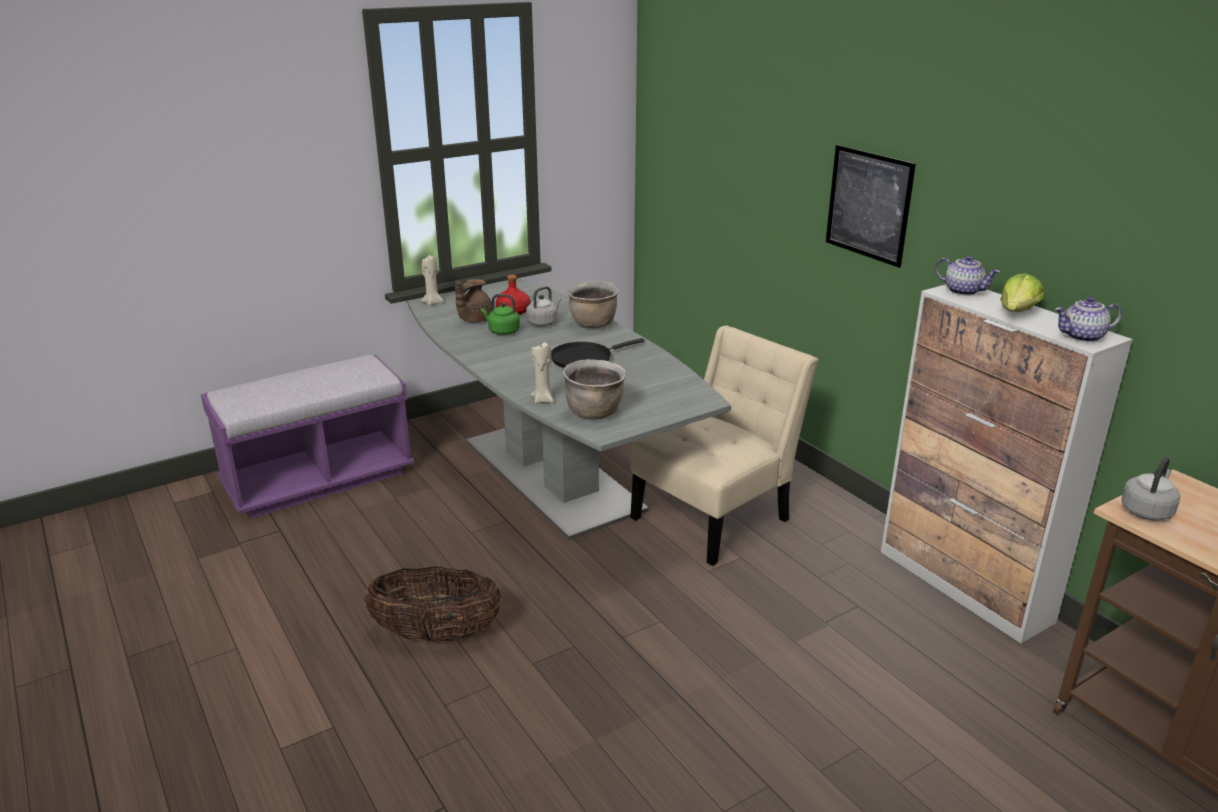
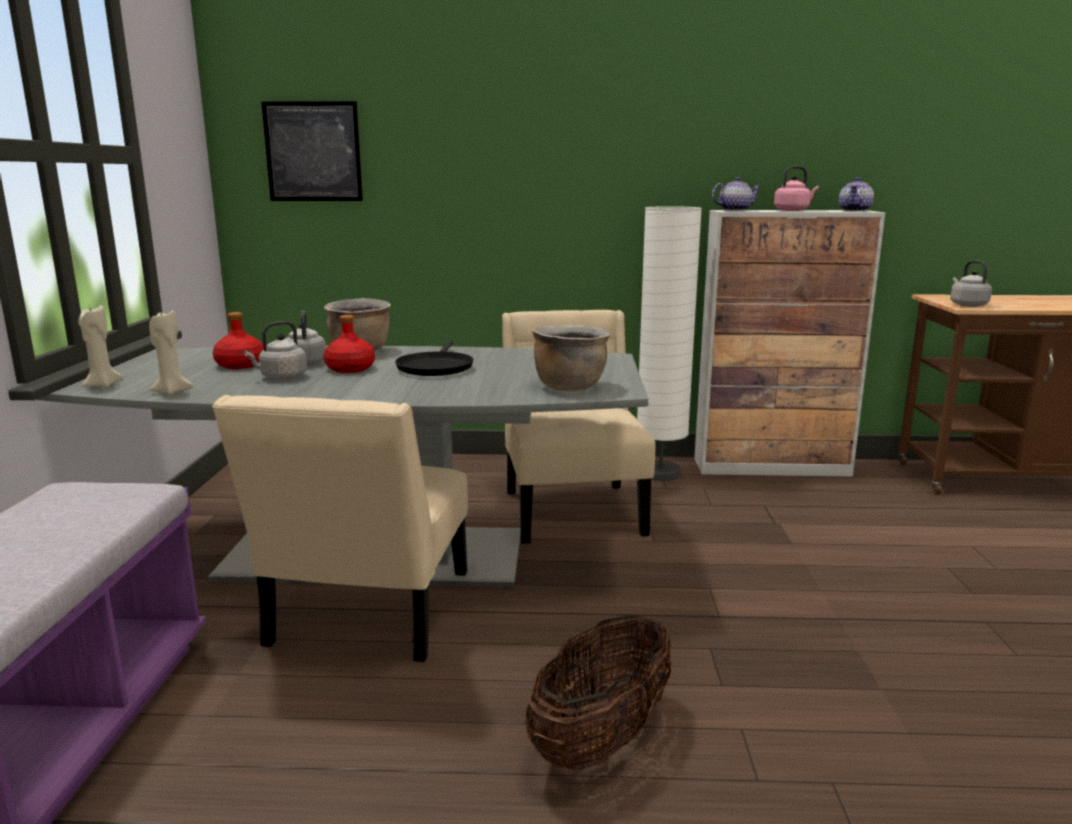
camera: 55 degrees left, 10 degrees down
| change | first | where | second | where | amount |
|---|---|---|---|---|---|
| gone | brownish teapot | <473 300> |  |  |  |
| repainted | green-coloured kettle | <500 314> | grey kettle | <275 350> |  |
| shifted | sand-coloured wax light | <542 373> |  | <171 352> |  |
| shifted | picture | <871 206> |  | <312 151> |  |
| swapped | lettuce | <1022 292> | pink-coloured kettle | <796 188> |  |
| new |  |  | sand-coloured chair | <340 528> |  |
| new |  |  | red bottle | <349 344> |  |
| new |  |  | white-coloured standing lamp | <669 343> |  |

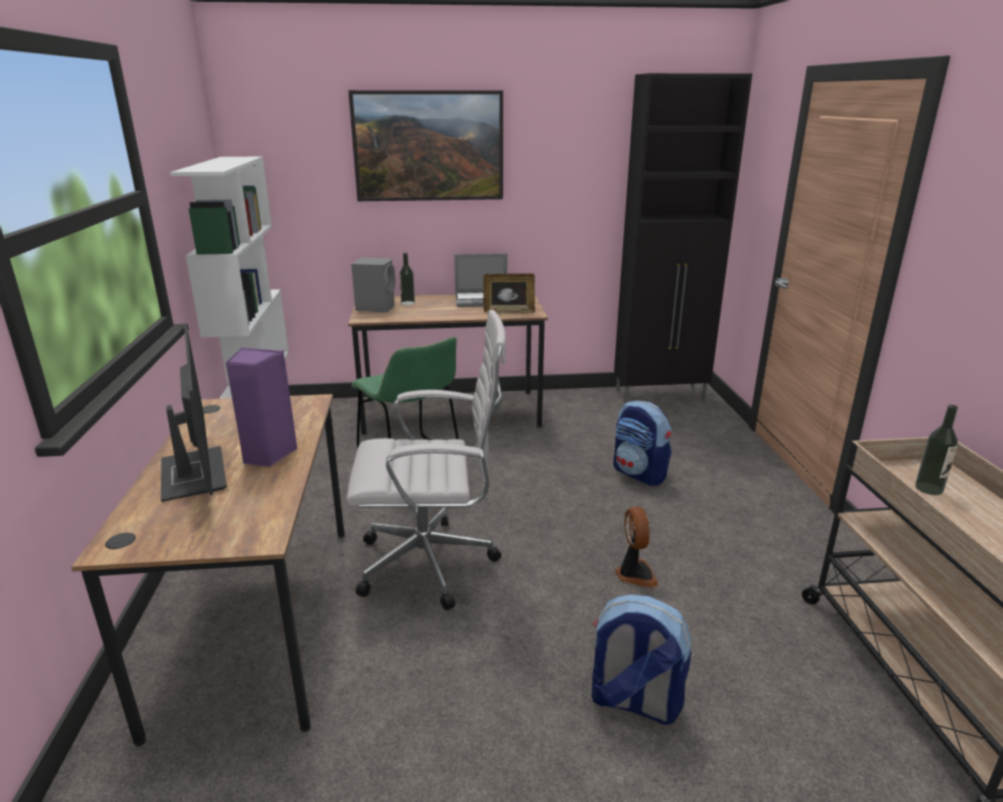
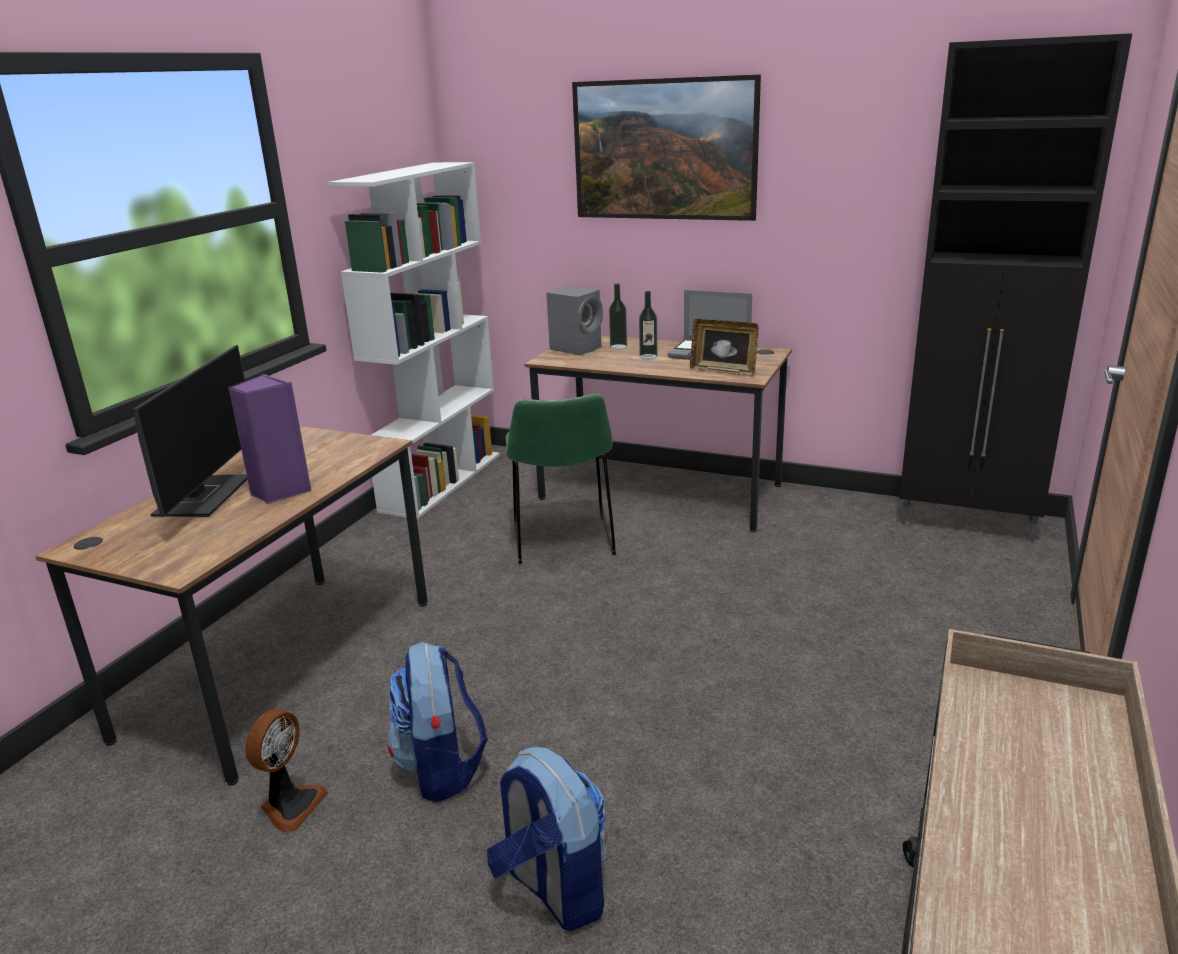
camera: 30 degrees right, 0 degrees up
| change | first | where | second | where | amount |
|---|---|---|---|---|---|
| gone | white-coloured desk chair | <426 460> |  |  |  |
| shifted | knapsack | <642 443> |  | <437 722> |  |
| shifted | fan | <637 547> |  | <286 771> |  |
| shifted | bottle | <936 449> |  | <648 325> |  |

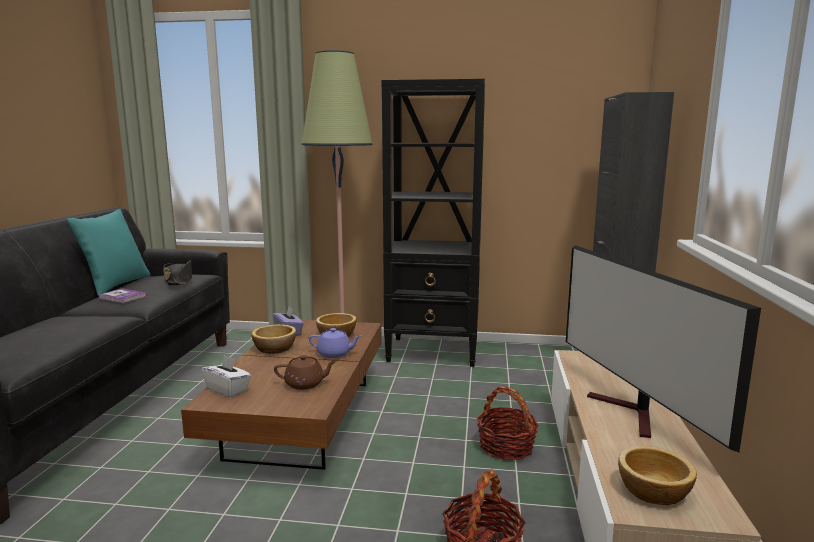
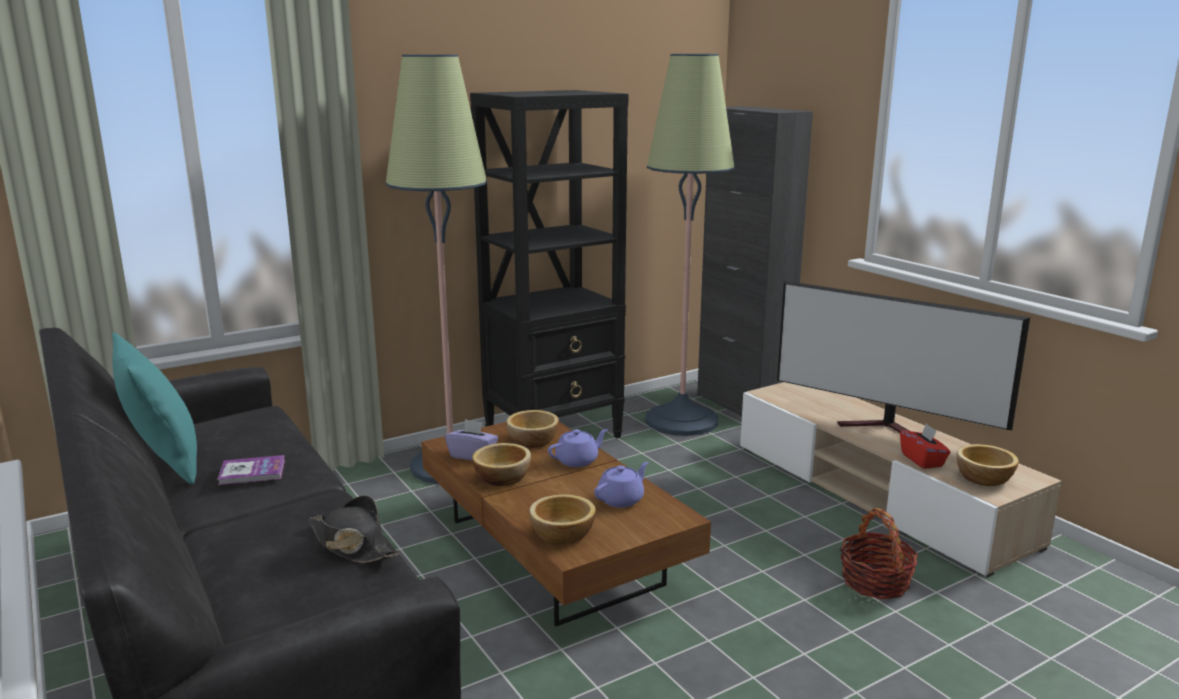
camera: 40 degrees left, 5 degrees up
| change | first | where | second | where | amount |
|---|---|---|---|---|---|
| shifted | black-coloured clothing hat | <177 272> |  | <354 529> |  |
| swapped | white-coloured tissue holder | <226 376> | deep dish | <562 519> |  |
| repainted | brownish teapot | <305 372> | purple-coloured teapot | <621 485> |  |
| gone | household basket | <508 423> |  |  |  |
| new |  |  | standing lamp | <690 245> |  |
| new |  |  | red tissue holder | <925 446> |  |

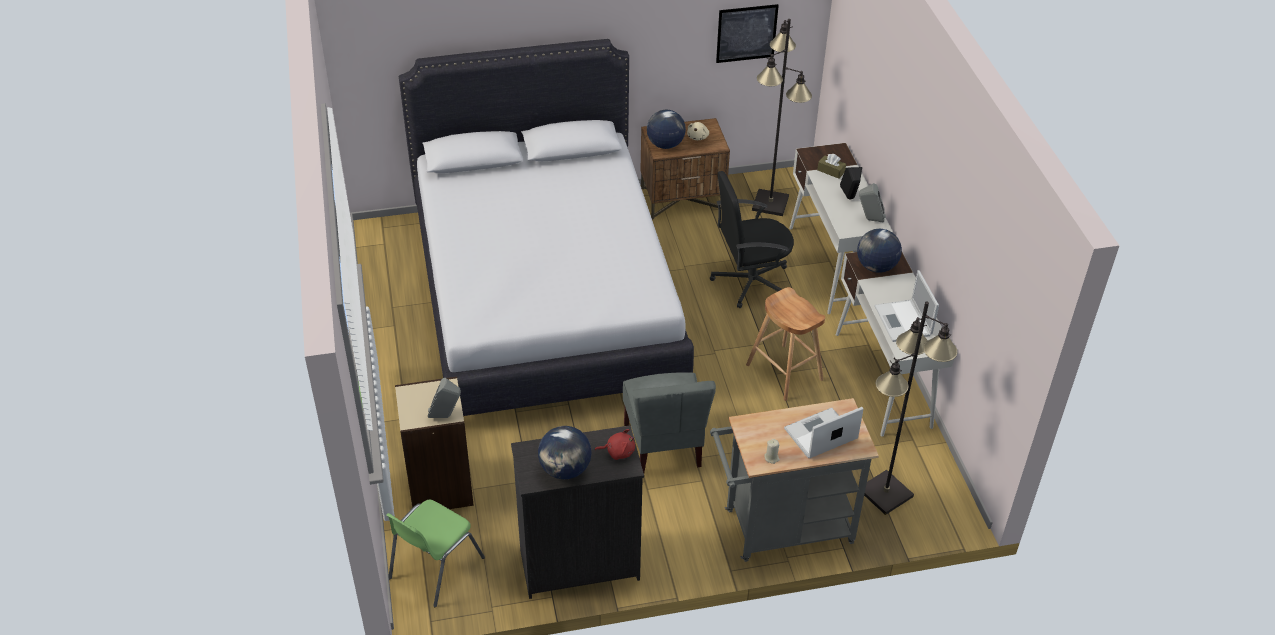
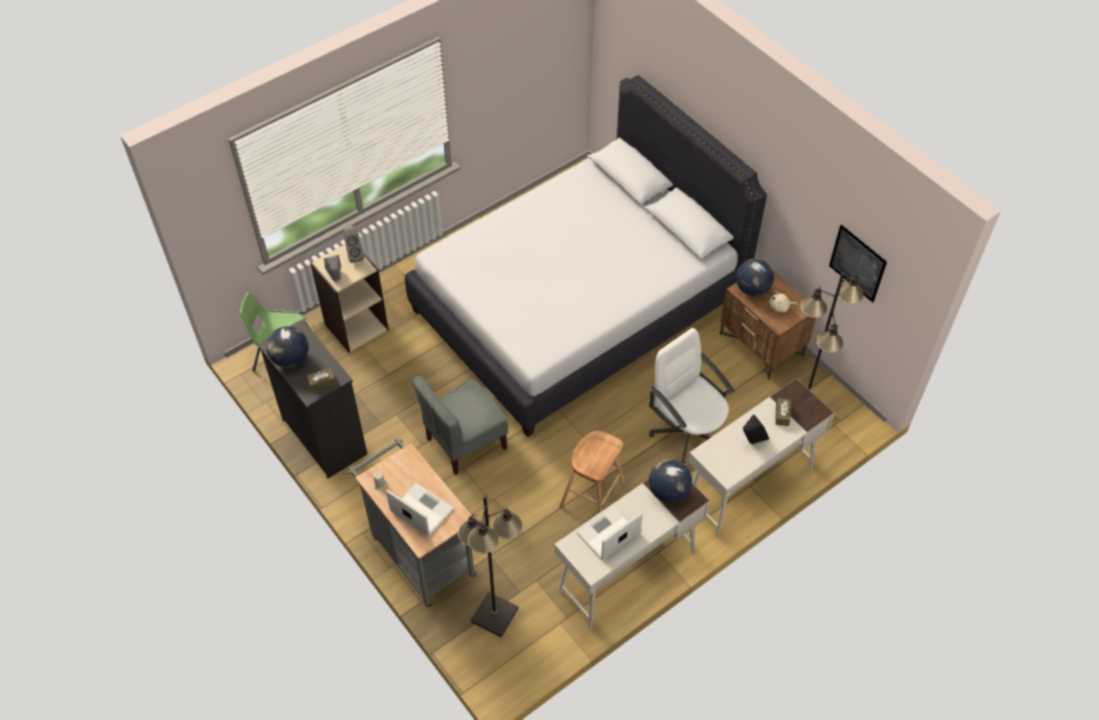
camera: 65 degrees right, 10 degrees up
| change | first | where | second | where | amount |
|---|---|---|---|---|---|
| swapped | red cuddly toy | <615 444> | brownish tissue holder | <321 380> |  |
| repainted | black-coloured desk chair | <752 239> | white-coloured desk chair | <692 396> |  |
| shifted | grey loudspeaker | <872 203> |  | <354 244> |  |

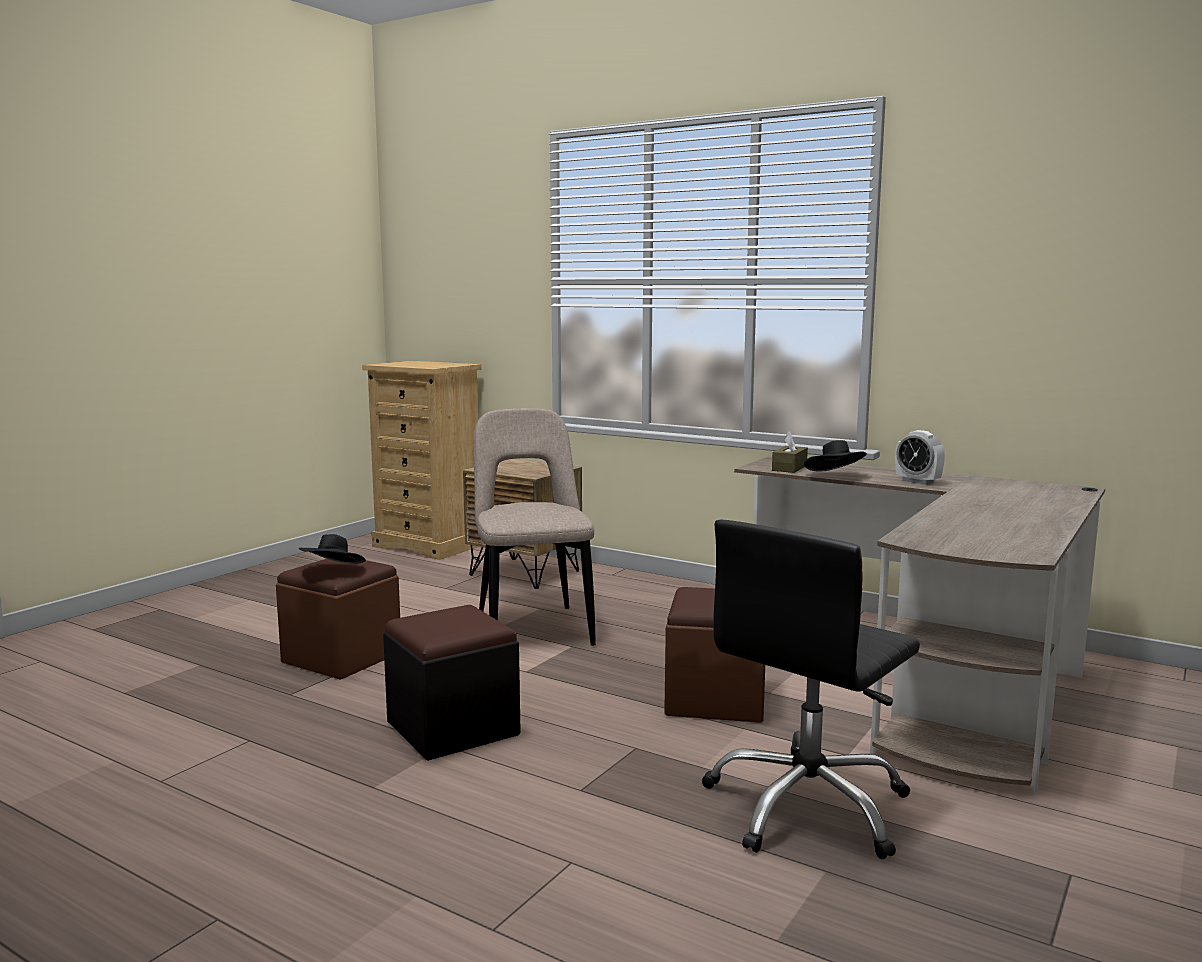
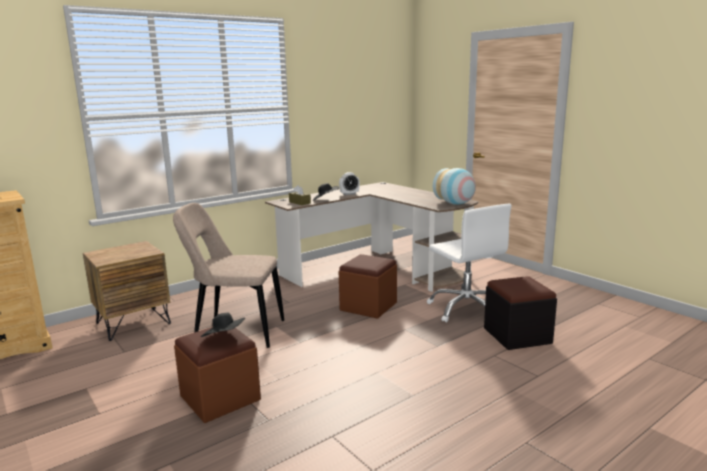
camera: 70 degrees left, 5 degrees up
| change | first | where | second | where | amount |
|---|---|---|---|---|---|
| shifted | black-coloured ottoman | <452 683> |  | <520 313> |  |
| repainted | black-coloured desk chair | <811 689> | white-coloured desk chair | <469 263> |  |
| new |  |  | vase | <454 186> |  |

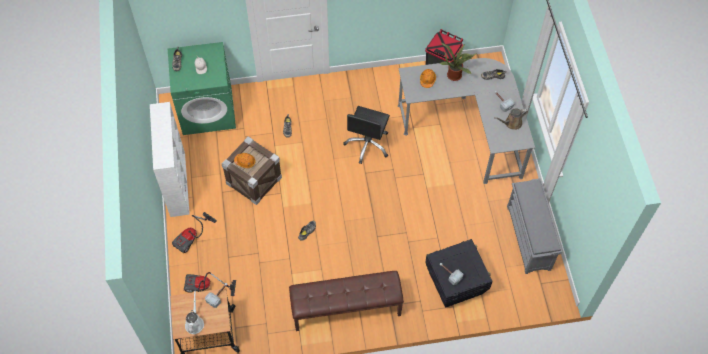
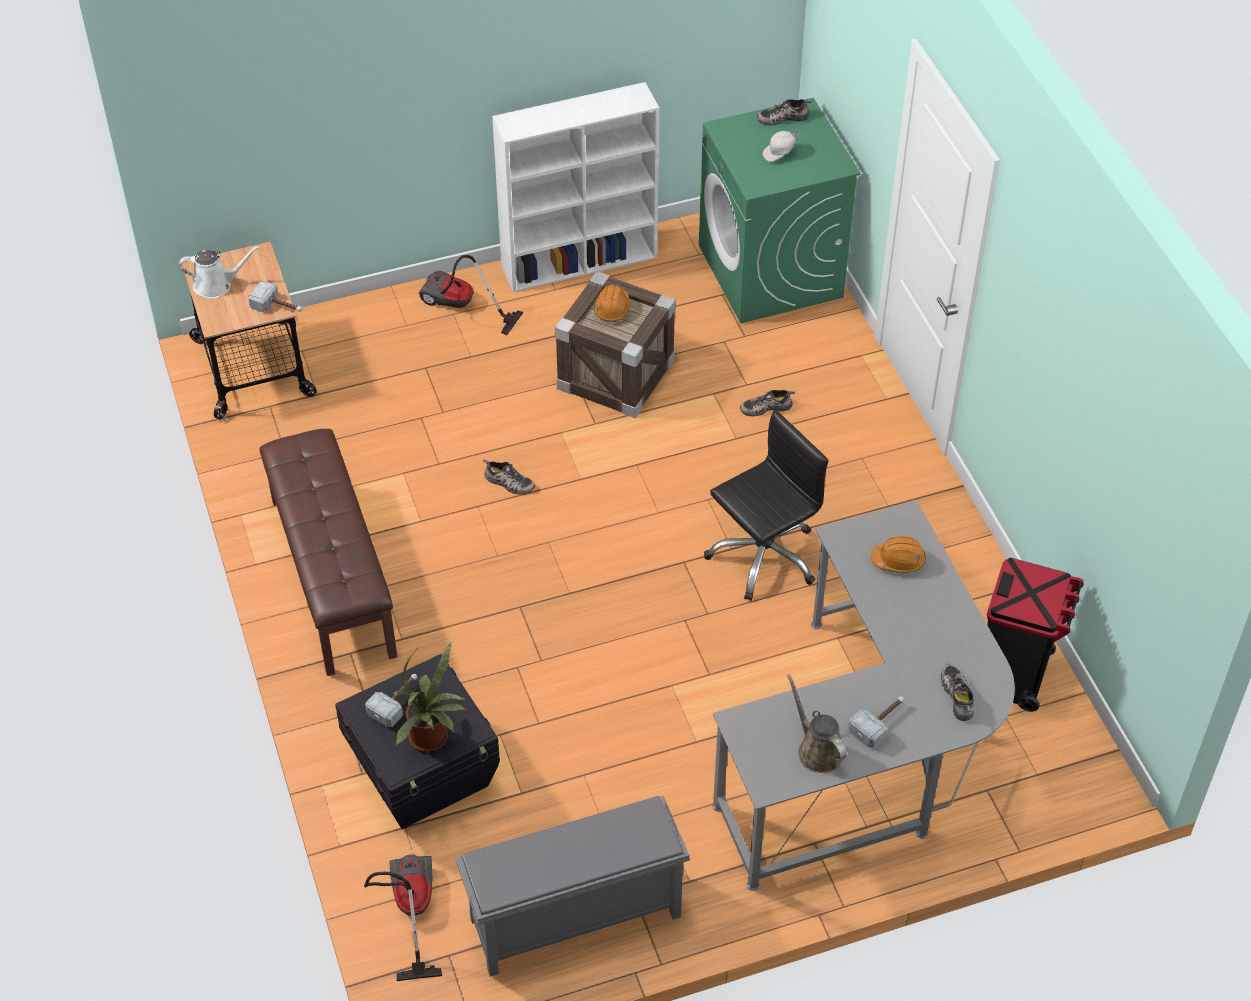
camera: 80 degrees right, 10 degrees down
| change | first | where | second | where | amount |
|---|---|---|---|---|---|
| shifted | vacuum cleaner | <210 284> |  | <403 917> |  |
| rotated | black-coloured desk chair | <366 135> |  | <766 505> | 135 degrees clockwise |
| shifted | houseplant | <458 62> |  | <430 697> |  |

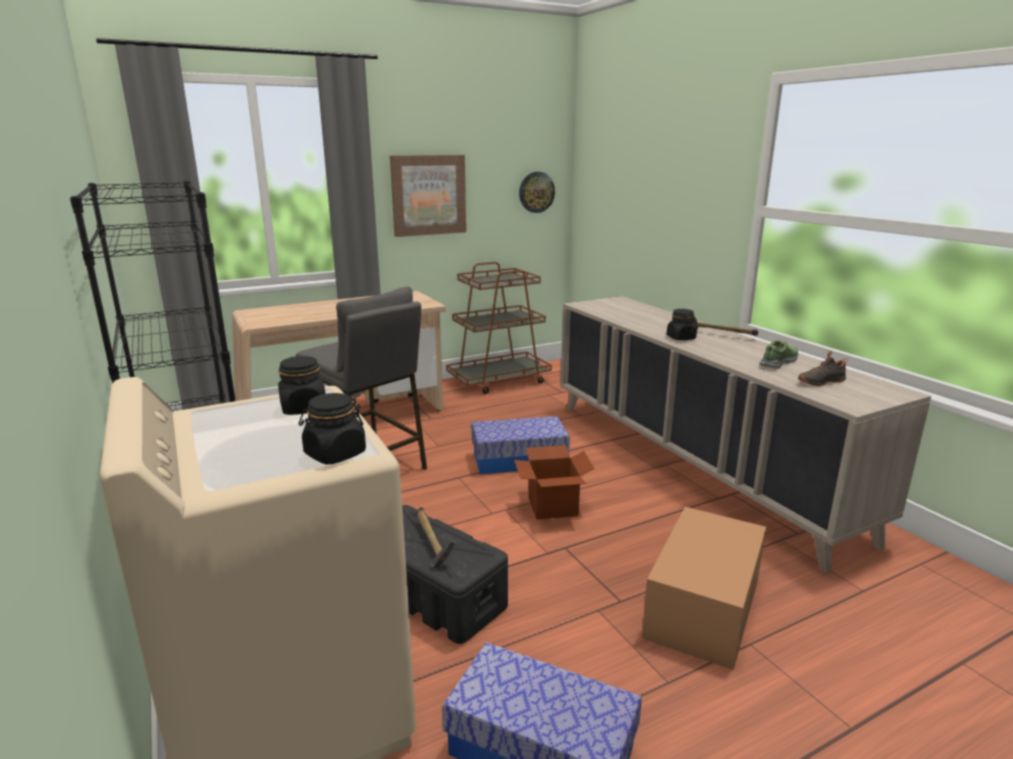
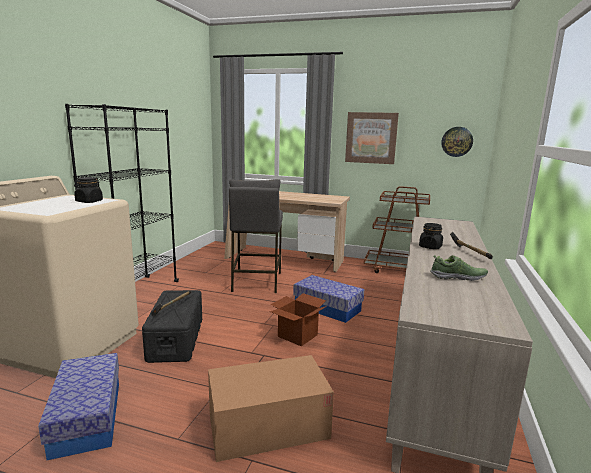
camera: 45 degrees right, 5 degrees down
| change | first | where | second | where | amount |
|---|---|---|---|---|---|
| gone | black-coloured jar | <332 428> |  |  |  |
| gone | black-coloured item of footwear | <823 368> |  |  |  |

